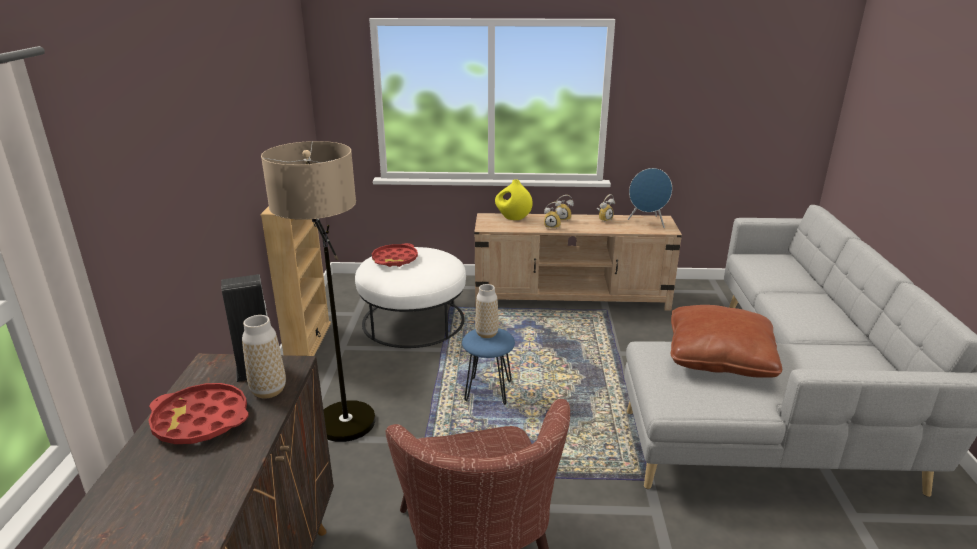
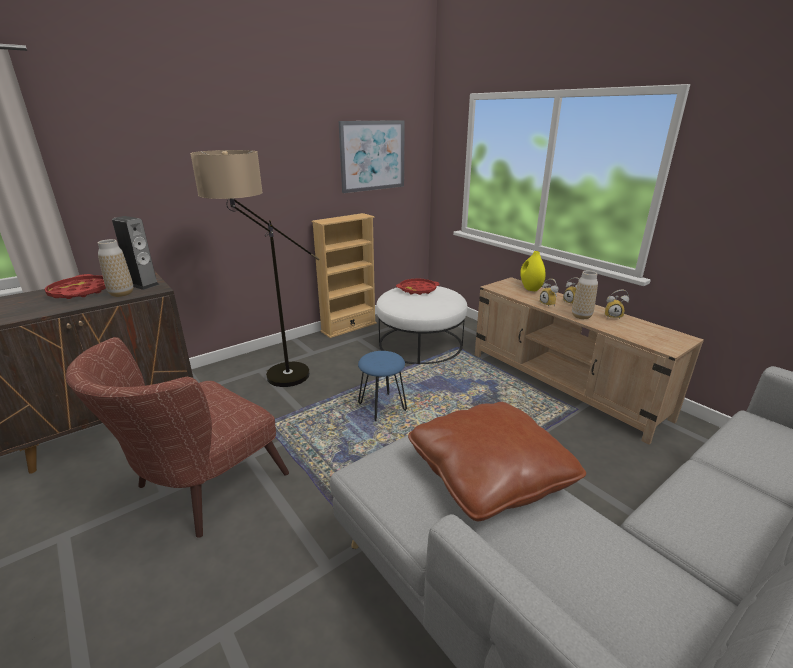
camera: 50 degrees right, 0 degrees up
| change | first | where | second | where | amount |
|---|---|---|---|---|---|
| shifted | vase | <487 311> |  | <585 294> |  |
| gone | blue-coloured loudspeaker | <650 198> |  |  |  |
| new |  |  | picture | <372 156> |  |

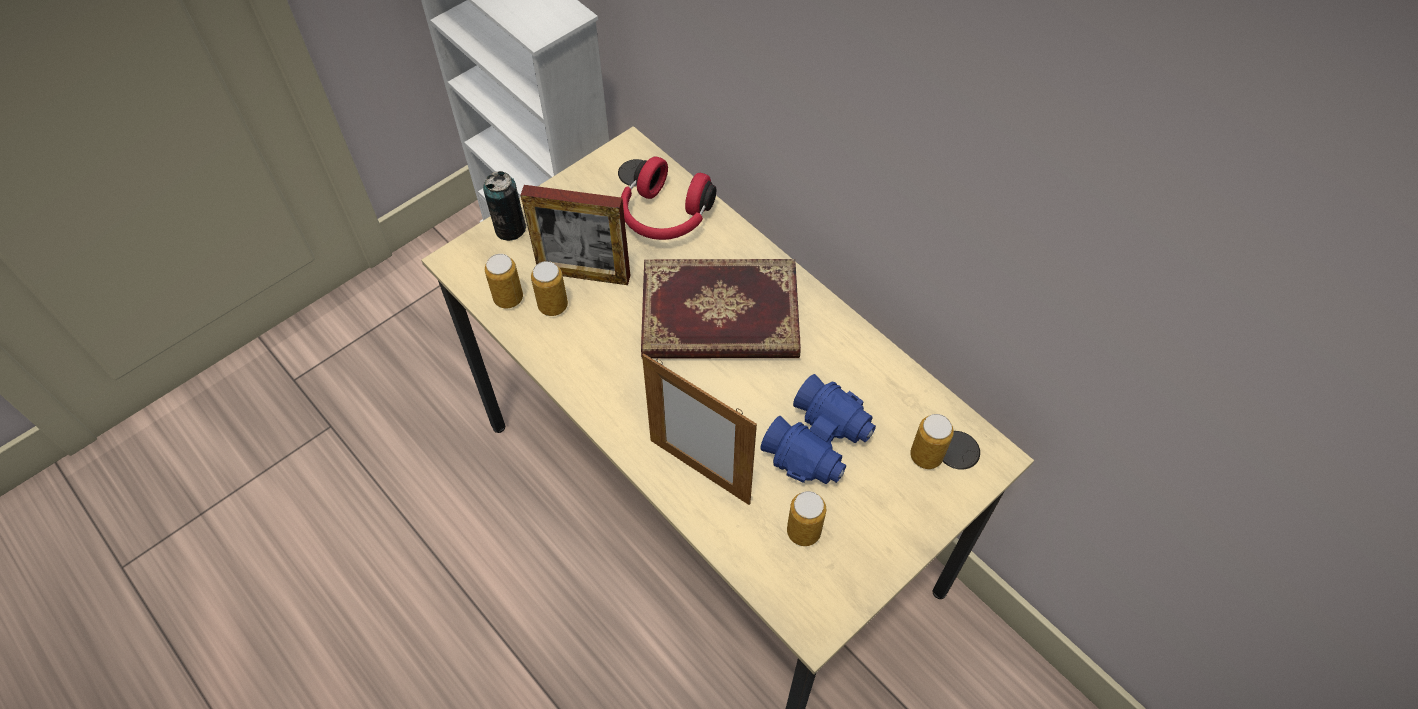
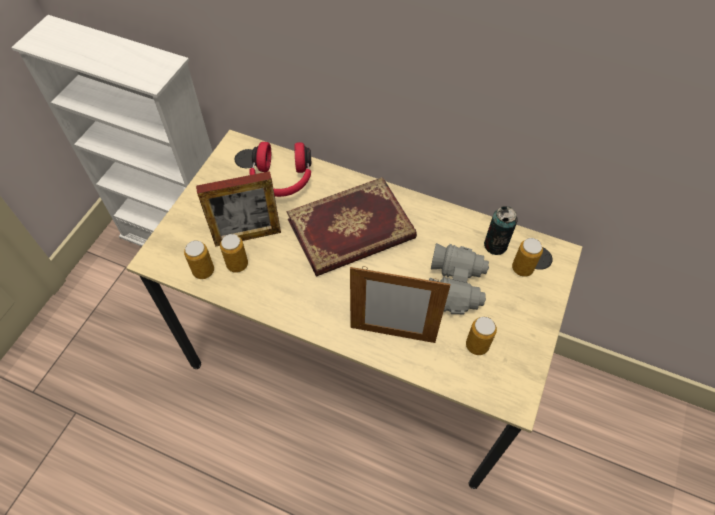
camera: 25 degrees left, 0 degrees up
| change | first | where | second | where | amount |
|---|---|---|---|---|---|
| shifted | can | <504 206> |  | <501 230> |  |
| repainted | blue-coloured binoculars | <818 429> | grey binoculars | <459 278> |  |

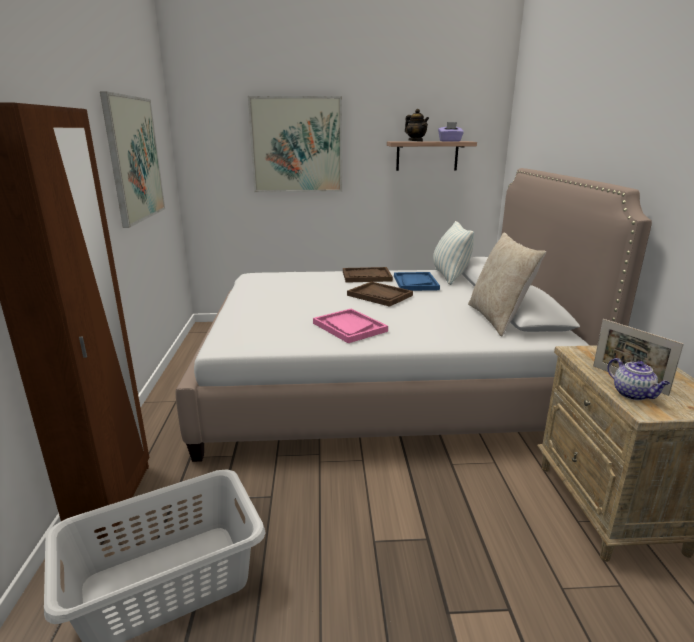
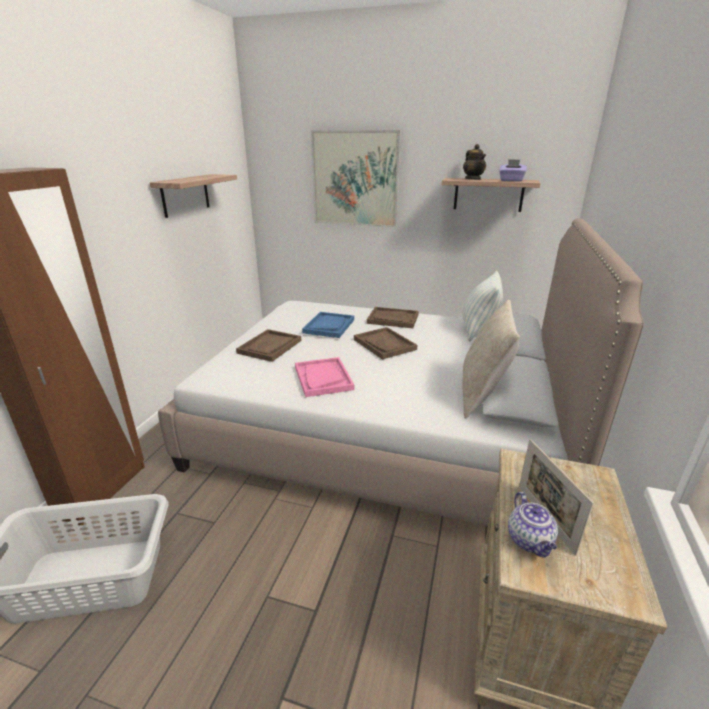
camera: 20 degrees right, 5 degrees up
| change | first | where | second | where | amount |
|---|---|---|---|---|---|
| swapped | picture | <132 159> | shelf | <193 196> |  |
| shifted | blue-coloured carrying tray | <417 281> |  | <328 325> |  |
| new |  |  | brownish carrying tray | <268 345> |  |

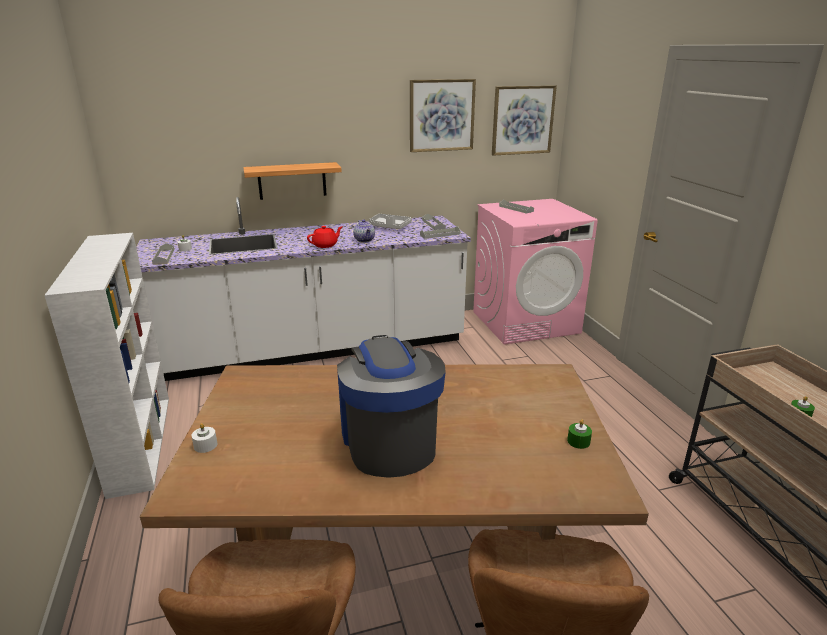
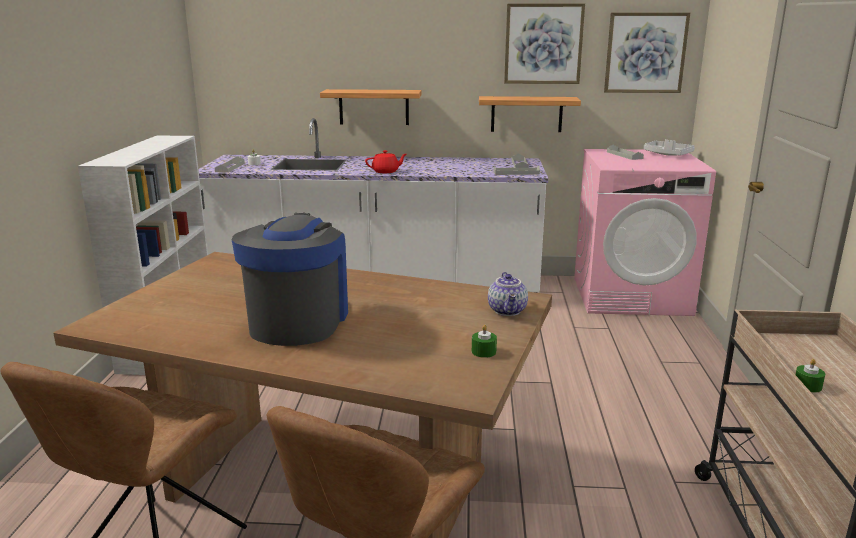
camera: 20 degrees right, 5 degrees down
| change | first | where | second | where | amount |
|---|---|---|---|---|---|
| gone | white-coloured wax light | <204 438> |  |  |  |
| shifted | teapot | <364 231> |  | <508 294> |  |
| shifted | grey carrying tray | <390 221> |  | <669 147> |  |
| new |  |  | shelf | <530 114> |  |

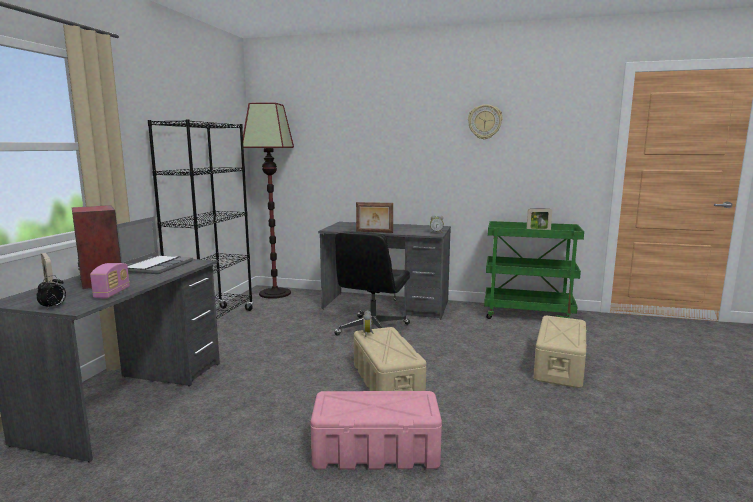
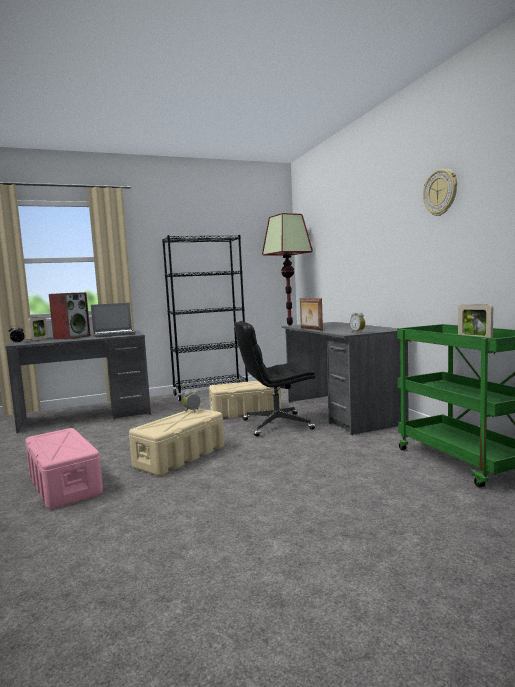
camera: 55 degrees right, 5 degrees down
| change | first | where | second | where | amount |
|---|---|---|---|---|---|
| gone | radio receiver | <110 281> |  |  |  |
| shifted | sand-coloured storage bin | <560 352> |  | <245 400> |  |

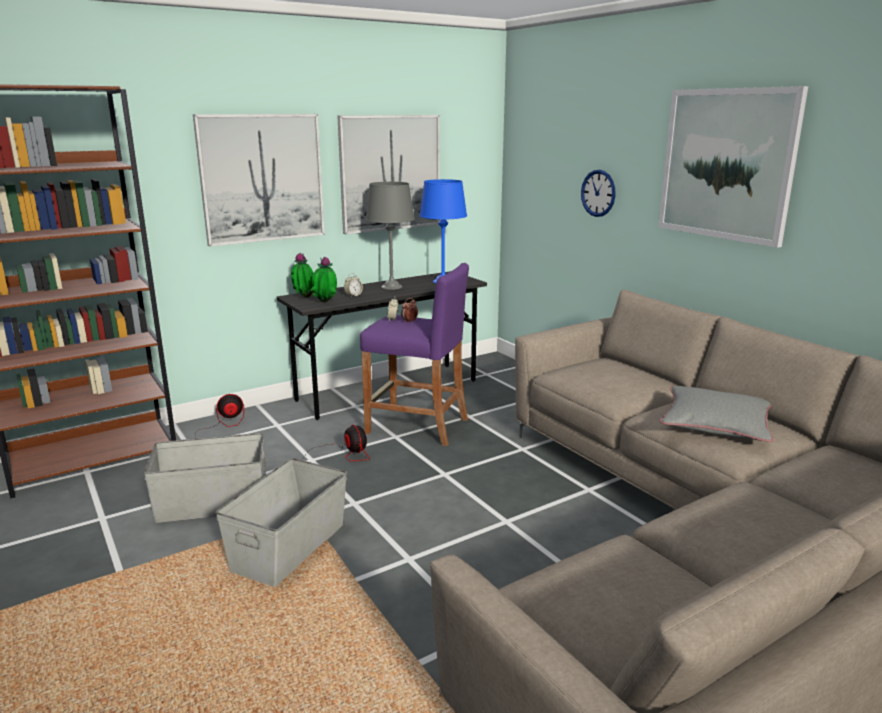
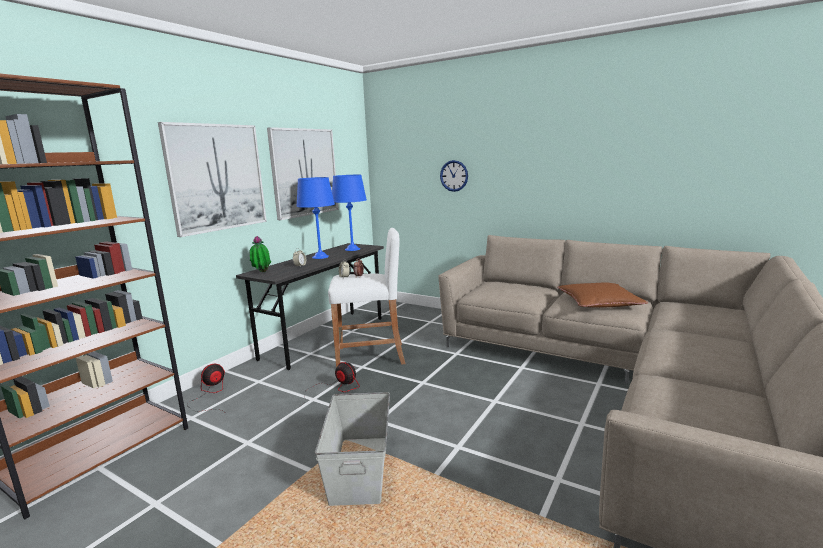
camera: 25 degrees left, 5 degrees down
| change | first | where | second | where | amount |
|---|---|---|---|---|---|
| gone | grey storage bin | <204 478> |  |  |  |
| gone | houseplant | <324 279> |  |  |  |
| repainted | purple-coloured sitting stool | <414 354> | white-coloured sitting stool | <367 297> |  |
| repainted | grey lamp for a table | <390 236> | blue-coloured lamp for a table | <315 218> |  |
| gone | picture | <733 167> |  |  |  |
| repainted | grey throw pillow | <716 414> | brownish throw pillow | <602 295> |  |

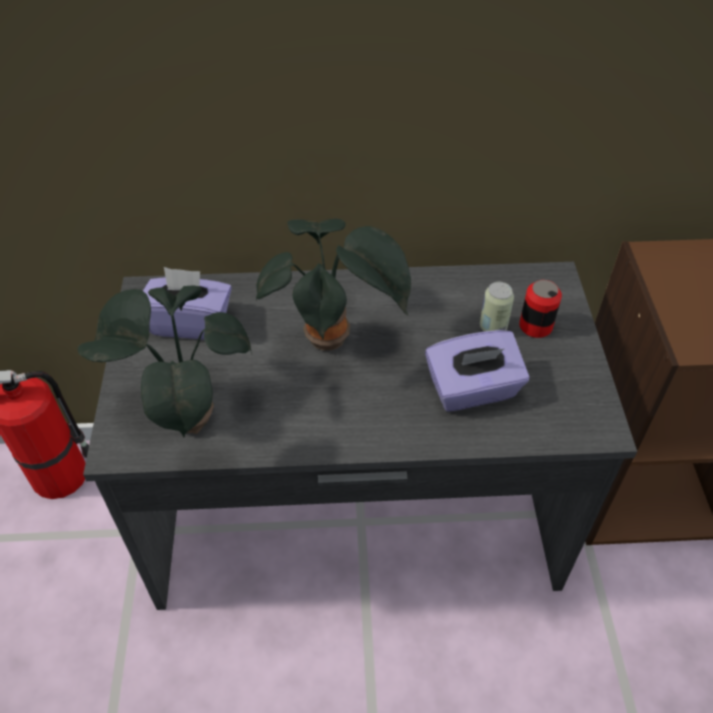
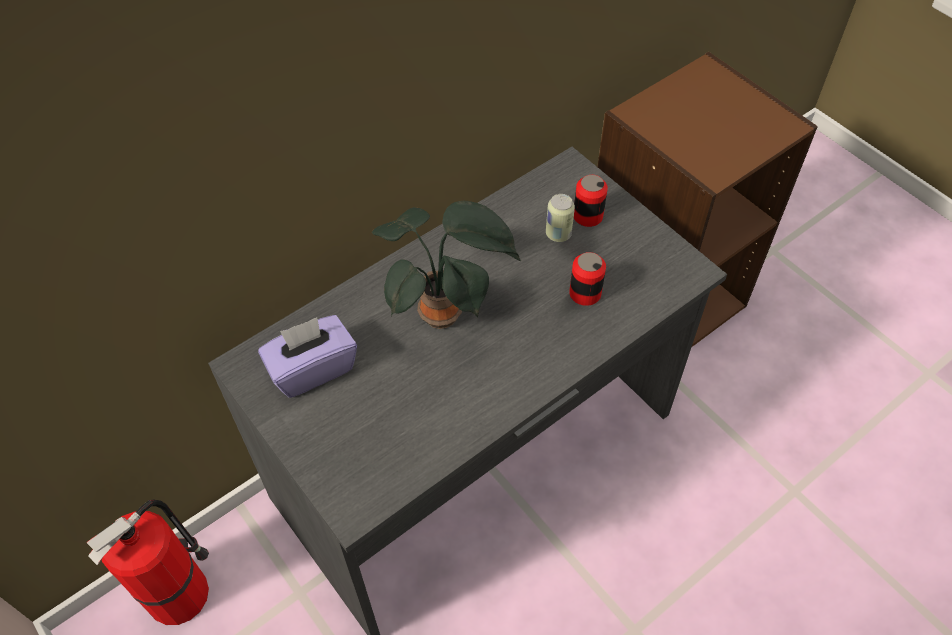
camera: 35 degrees left, 5 degrees up
| change | first | where | second | where | amount |
|---|---|---|---|---|---|
| gone | houseplant | <165 361> |  |  |  |
| swapped | purple-coloured tissue holder | <477 371> | can | <587 279> |  |

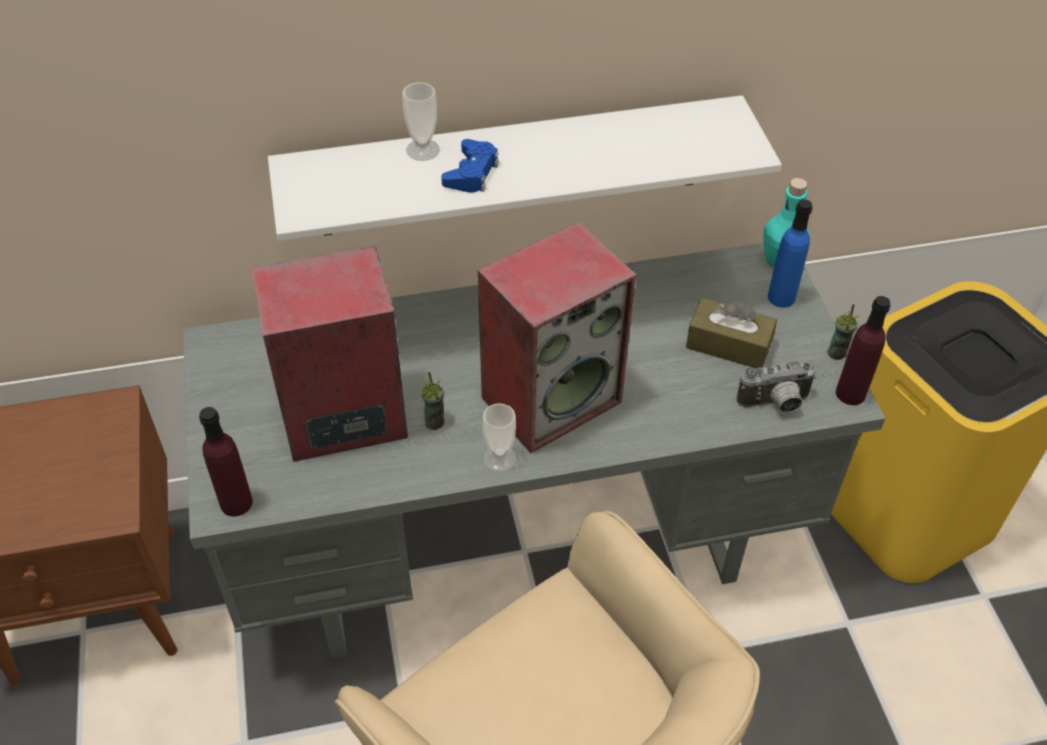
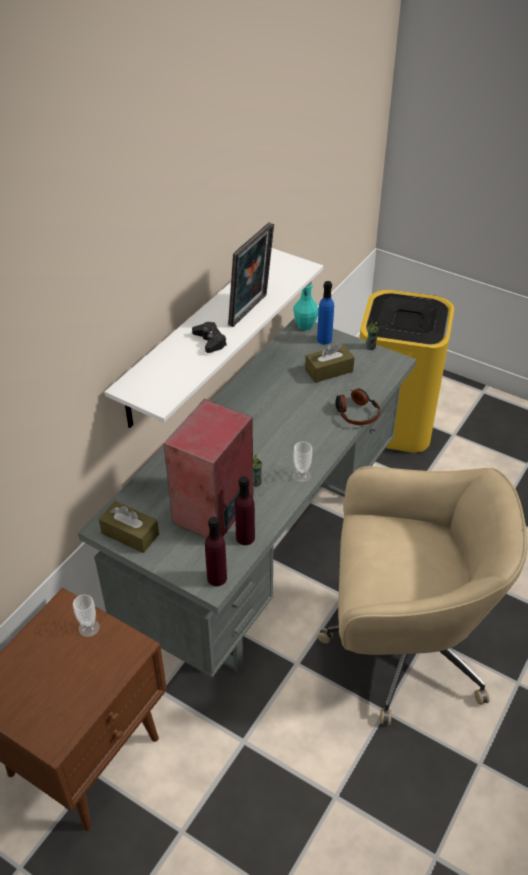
camera: 45 degrees left, 5 degrees down
| change | first | where | second | where | amount |
|---|---|---|---|---|---|
| shifted | cup | <421 121> |  | <86 615> |  |
| repainted | blue-coloured game controller | <470 166> | black-coloured game controller | <209 337> |  |
| gone | loudspeaker | <557 337> |  |  |  |
| gone | still camera | <776 387> |  |  |  |
| shifted | purple-coloured bottle | <863 350> |  | <245 510> |  |
| new |  |  | brownish tissue holder | <129 527> |  |
| new |  |  | picture frame | <251 274> |  |
| new |  |  | headphones | <357 407> |  |

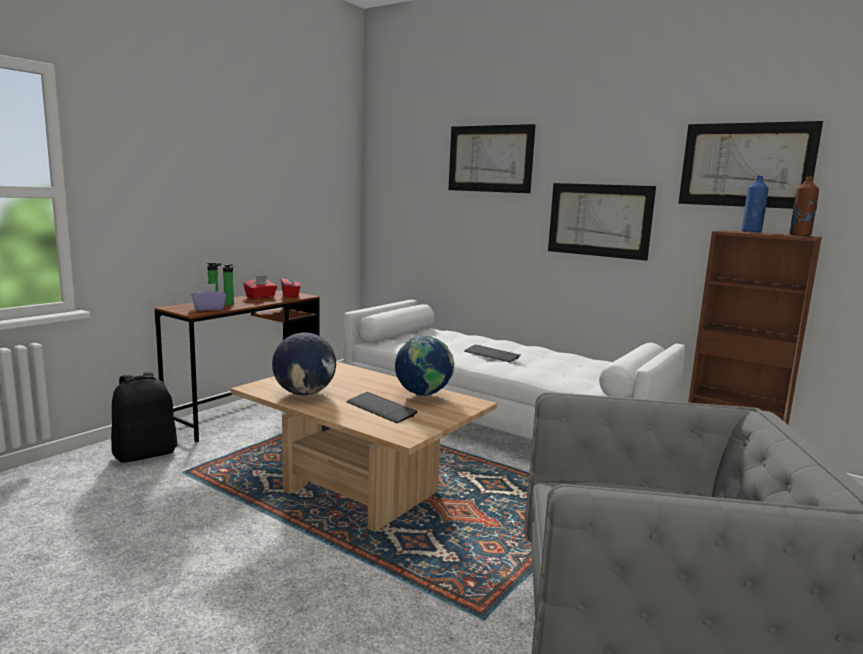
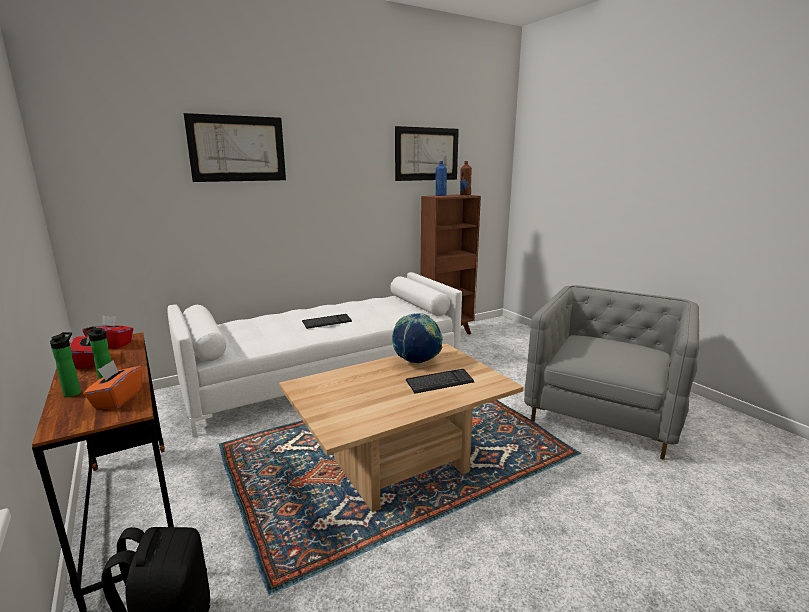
camera: 65 degrees left, 5 degrees up
| change | first | where | second | where | amount |
|---|---|---|---|---|---|
| repainted | purple-coloured tissue holder | <209 297> | orangey tissue holder | <112 384> |  |
| gone | world globe | <304 363> |  |  |  |
| gone | picture | <602 222> |  |  |  |

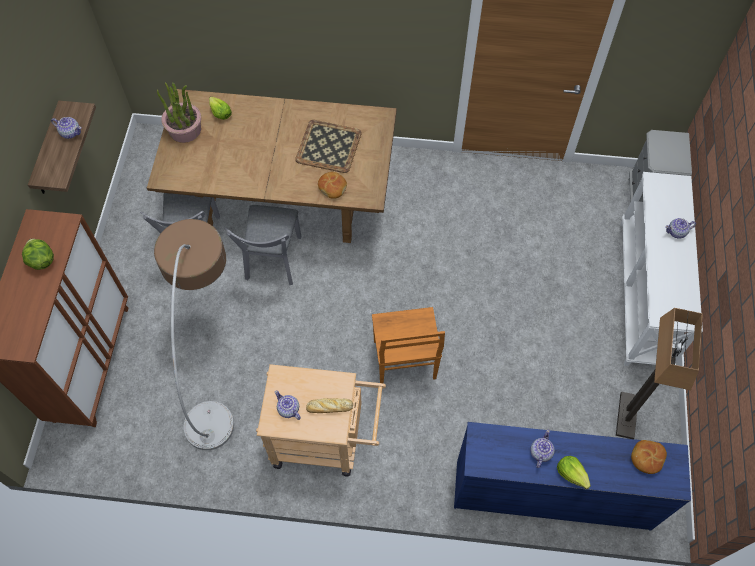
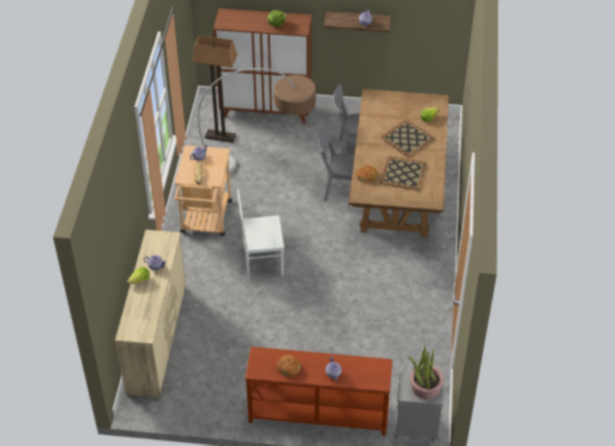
camera: 90 degrees right, 15 degrees down
| change | first | where | second | where | amount |
|---|---|---|---|---|---|
| shifted | houseplant | <179 112> |  | <426 372> |  |
| repainted | brownish chair | <408 345> | white-coloured chair | <260 234> |  |
| repainted | blue-coloured drawer chest | <572 476> | sand-coloured drawer chest | <150 314> |  |
| shifted | standing lamp | <659 373> |  | <214 89> |  |
| repainted | white-coloured console table | <662 269> | brownish console table | <319 391> |  |
| shifted | bread | <649 457> |  | <289 366> |  |
| new |  |  | carrying tray | <407 138> |  |

